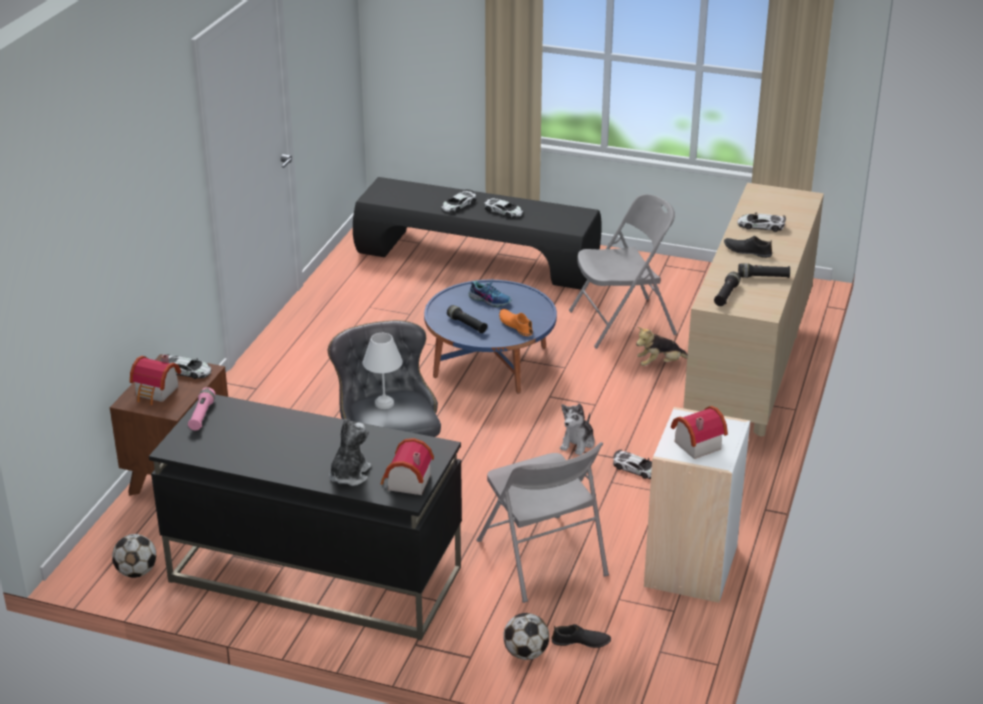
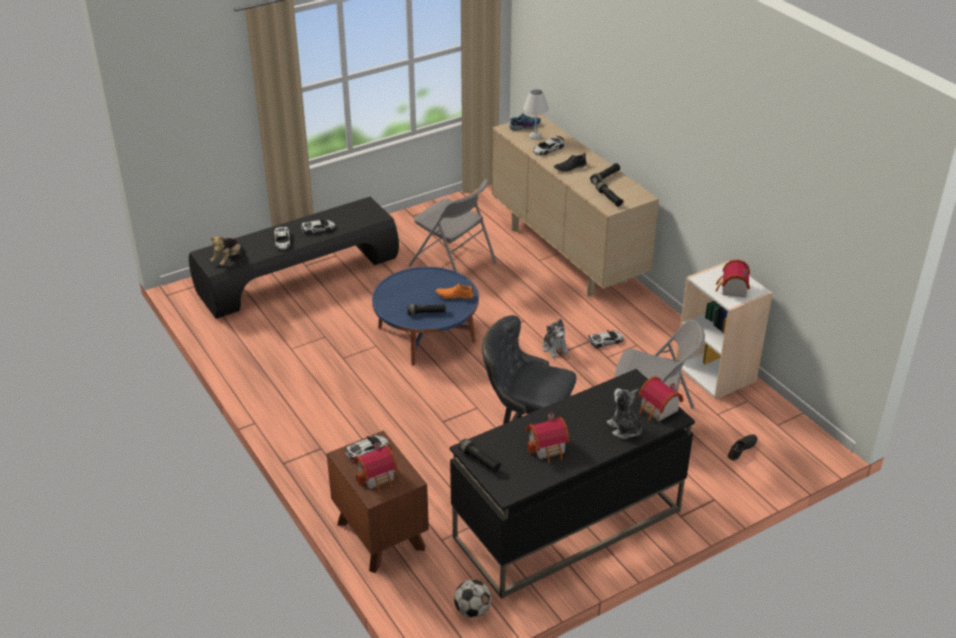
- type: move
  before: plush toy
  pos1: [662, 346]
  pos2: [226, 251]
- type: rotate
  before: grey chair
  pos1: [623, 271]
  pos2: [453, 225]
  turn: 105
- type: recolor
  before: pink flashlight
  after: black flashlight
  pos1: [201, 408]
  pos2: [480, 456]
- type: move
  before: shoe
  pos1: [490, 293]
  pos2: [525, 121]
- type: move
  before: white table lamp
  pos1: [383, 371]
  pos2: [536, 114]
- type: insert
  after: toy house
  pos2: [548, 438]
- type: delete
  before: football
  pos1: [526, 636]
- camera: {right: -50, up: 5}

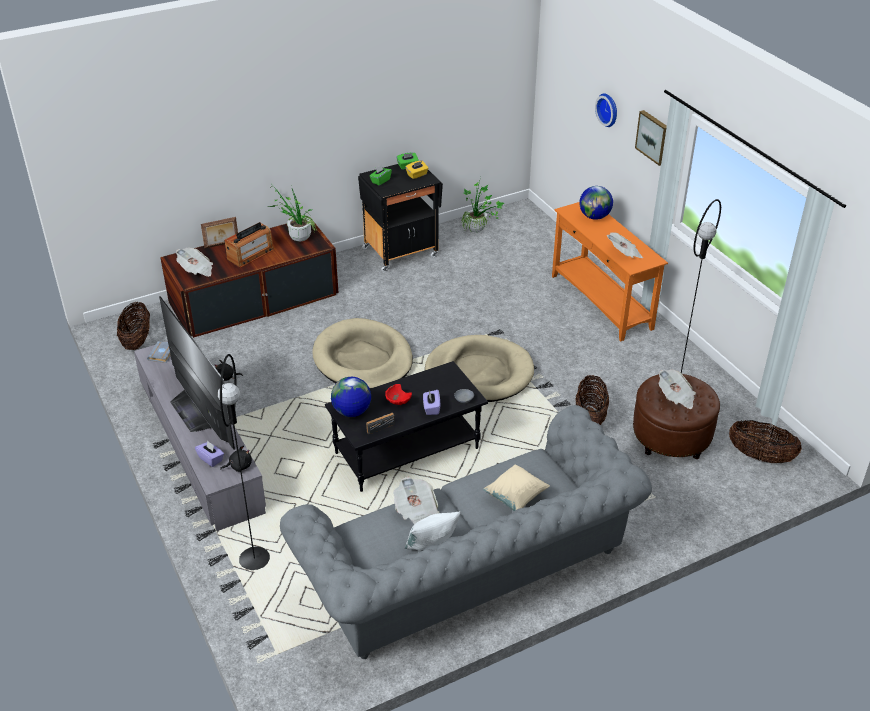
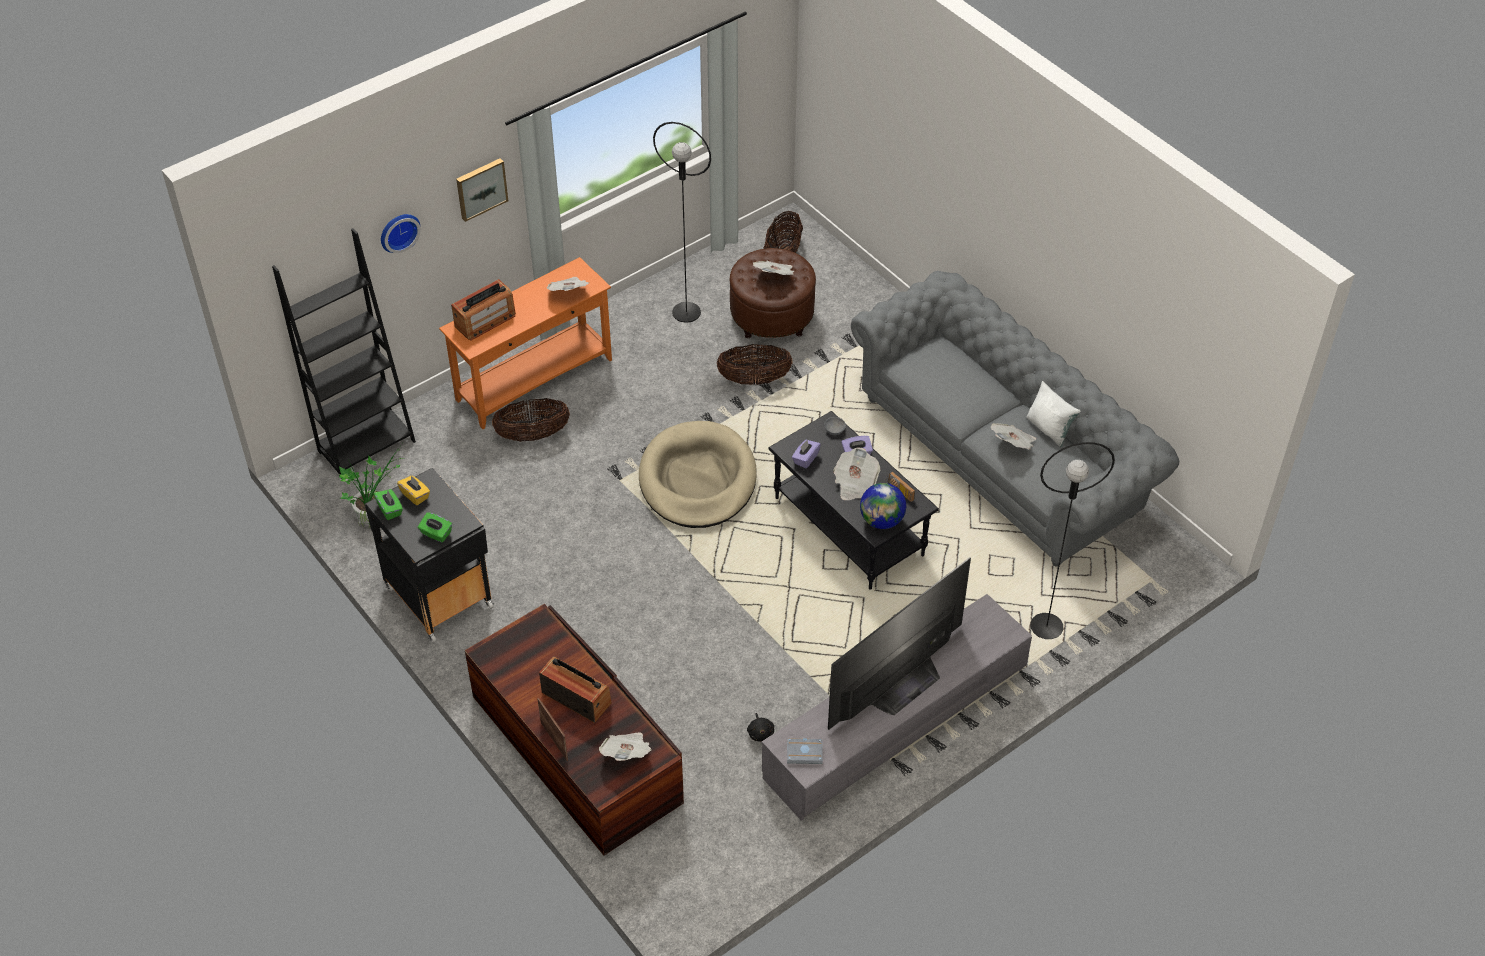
- type: insert
  after: black bookcase
  pos2: [344, 352]
- type: replace
  before: globe
  after: radio
  pos1: [596, 203]
  pos2: [483, 309]
- type: move
  before: basket
  pos1: [133, 326]
  pos2: [531, 420]
- type: move
  before: purple tissue box
  pos1: [209, 453]
  pos2: [806, 454]
- type: replace
  before: red bowl
  after: newspaper
  pos1: [398, 394]
  pos2: [856, 473]
- type: delete
  before: black plush toy
  pos1: [236, 458]
- type: delete
  before: potted plant
  pos1: [293, 212]
- type: delete
  before: beige dog bed
  pos1: [362, 353]
- type: delete
  before: beige pillow
  pos1: [516, 488]
- camera: {right: -100, up: 10}

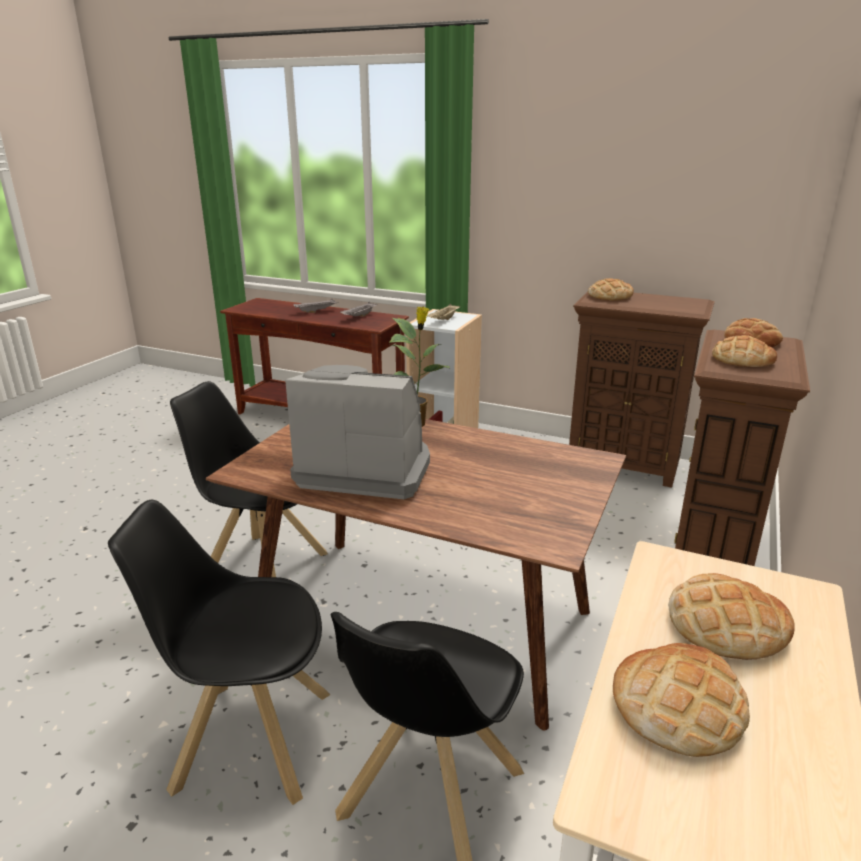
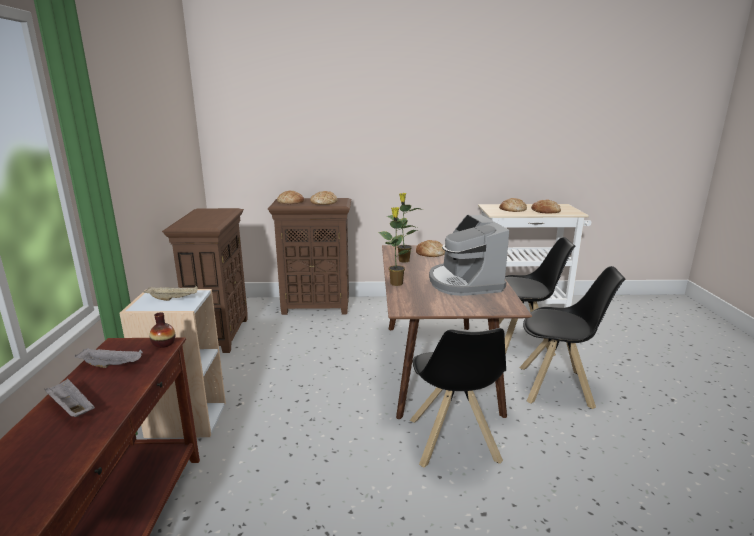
- type: insert
  after: vase
  pos2: [162, 330]
- type: insert
  after: potted plant
  pos2: [404, 227]
- type: move
  before: bread
  pos1: [611, 289]
  pos2: [430, 248]
- type: rotate
  before: black chair
  pos1: [219, 652]
  pos2: [572, 337]
  turn: -60
- camera: {right: -115, up: -5}

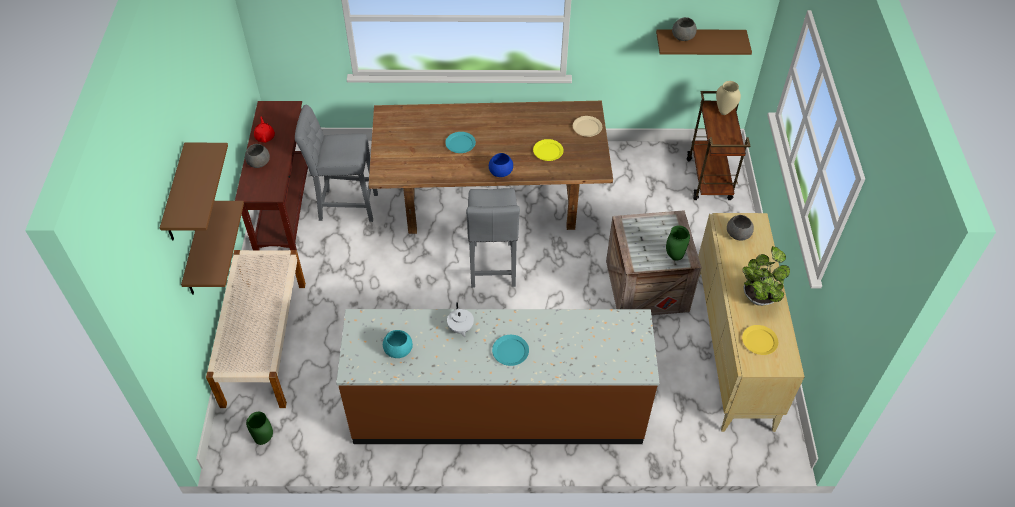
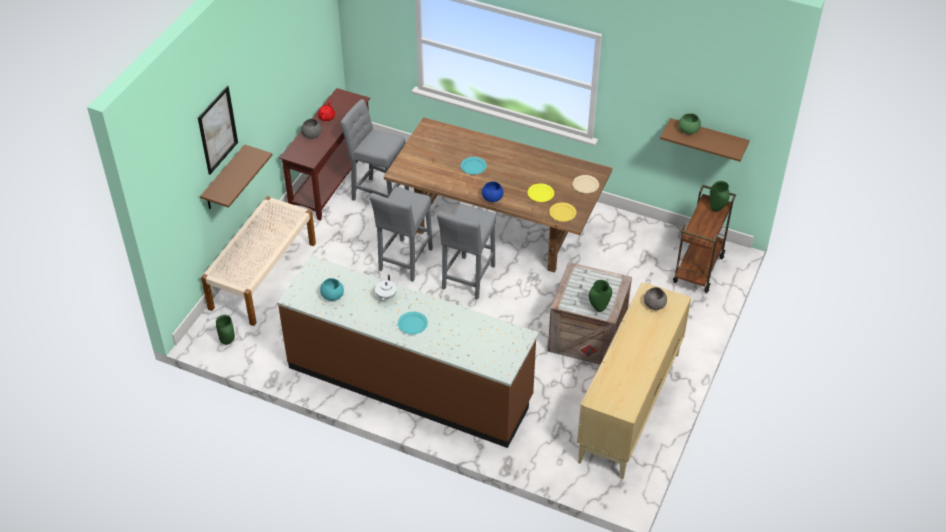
- type: replace
  before: brown shelf
  after: picture
  pos1: [194, 192]
  pos2: [218, 130]
- type: insert
  after: grey stool
  pos2: [401, 234]
- type: move
  before: yellow plate
  pos1: [760, 340]
  pos2: [563, 212]
- type: recolor
  before: grey bowl
  after: green bowl
  pos1: [684, 29]
  pos2: [690, 123]
- type: recolor
  before: beige vase
  after: green vase
  pos1: [728, 98]
  pos2: [720, 196]
- type: delete
  before: potted plant
  pos1: [766, 276]
- camera: {right: 25, up: -5}

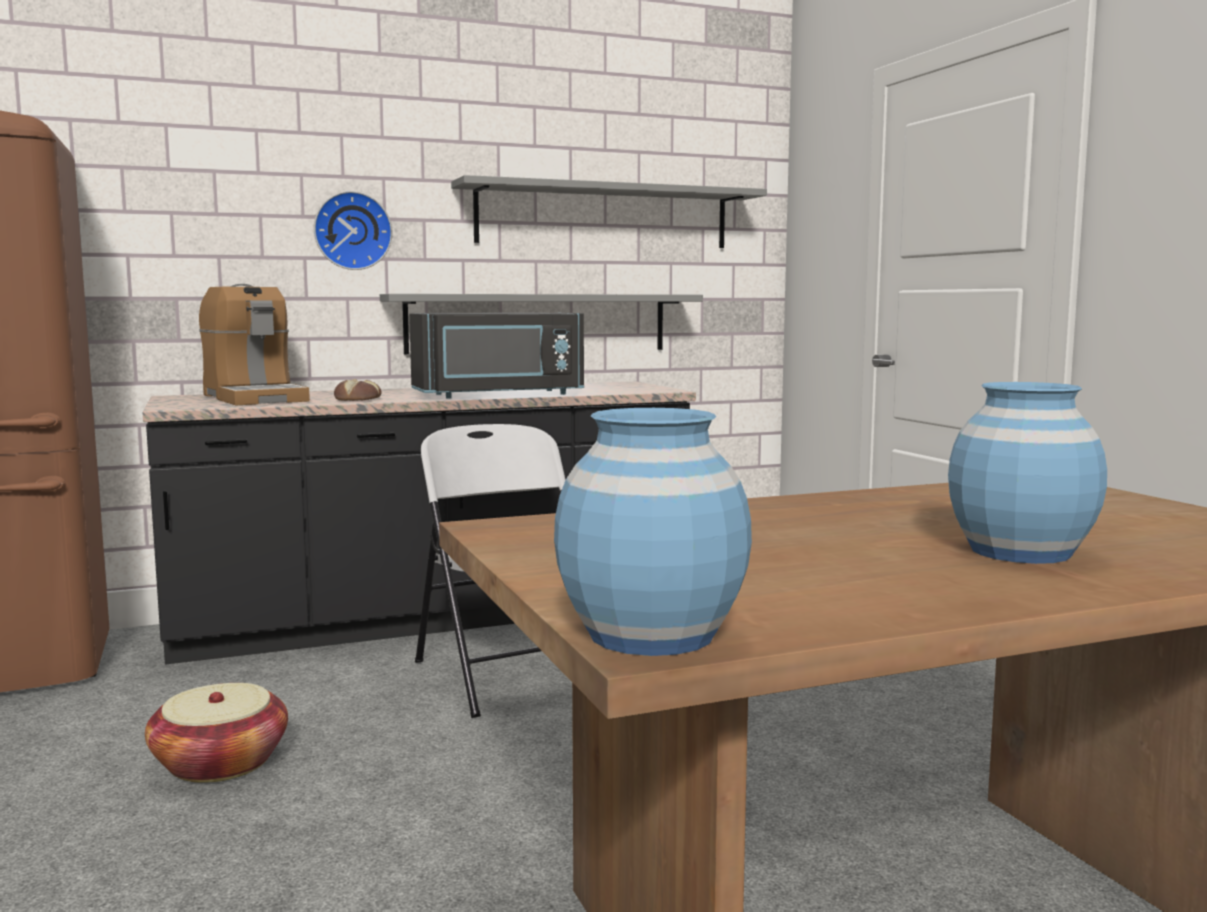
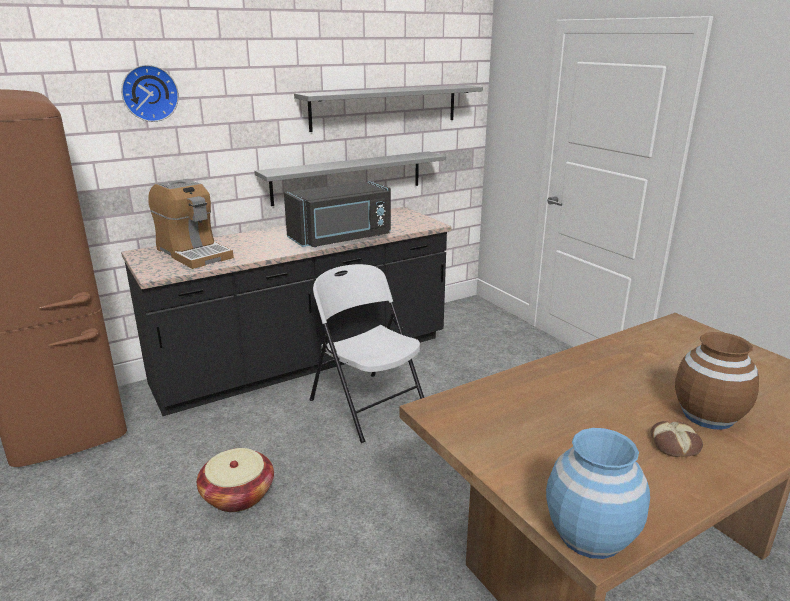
- type: move
  before: wall clock
  pos1: [353, 230]
  pos2: [150, 93]
- type: move
  before: bread
  pos1: [358, 390]
  pos2: [677, 439]
- type: recolor
  before: blue vase
  after: brown vase
  pos1: [1027, 473]
  pos2: [717, 381]
- camera: {right: -10, up: 15}

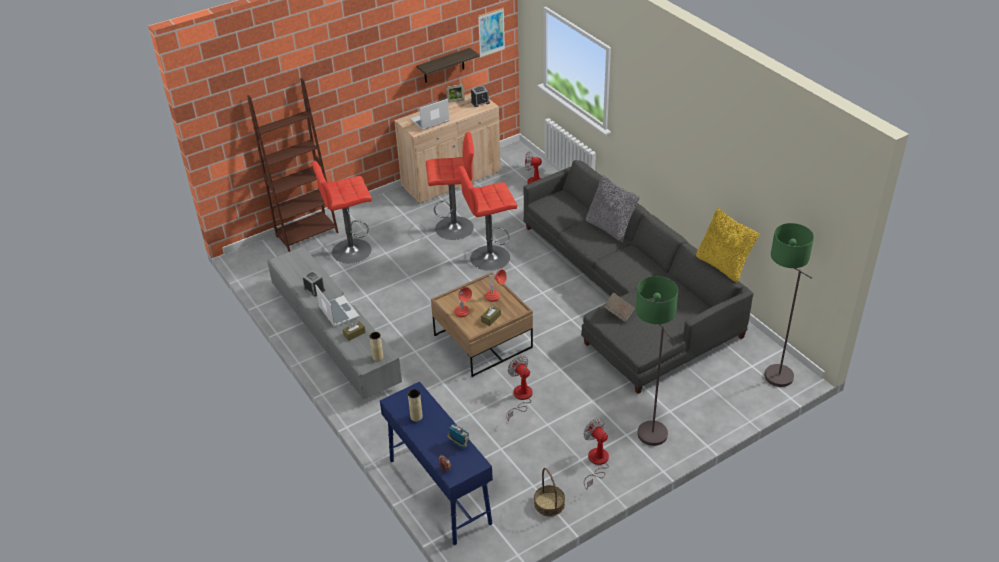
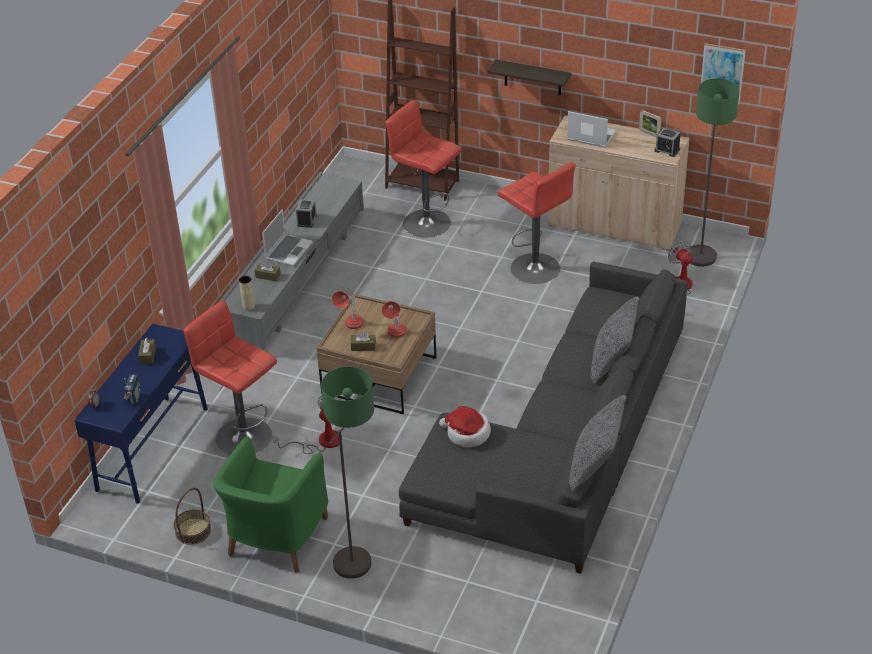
- type: replace
  before: beige vase
  after: brown tissue box
  pos1: [415, 405]
  pos2: [147, 351]
- type: move
  before: red stool
  pos1: [487, 218]
  pos2: [230, 378]
- type: replace
  before: fan
  after: green armchair
  pos1: [596, 454]
  pos2: [270, 504]
- type: replace
  before: brown book
  after: hat
  pos1: [619, 307]
  pos2: [465, 426]
- type: move
  before: shelf
  pos1: [448, 65]
  pos2: [529, 77]
- type: recolor
  before: yellow pillow
  after: grey pillow
  pos1: [728, 245]
  pos2: [597, 443]
- type: move
  before: green floor lamp
  pos1: [789, 305]
  pos2: [713, 172]
- camera: {right: 55, up: 0}

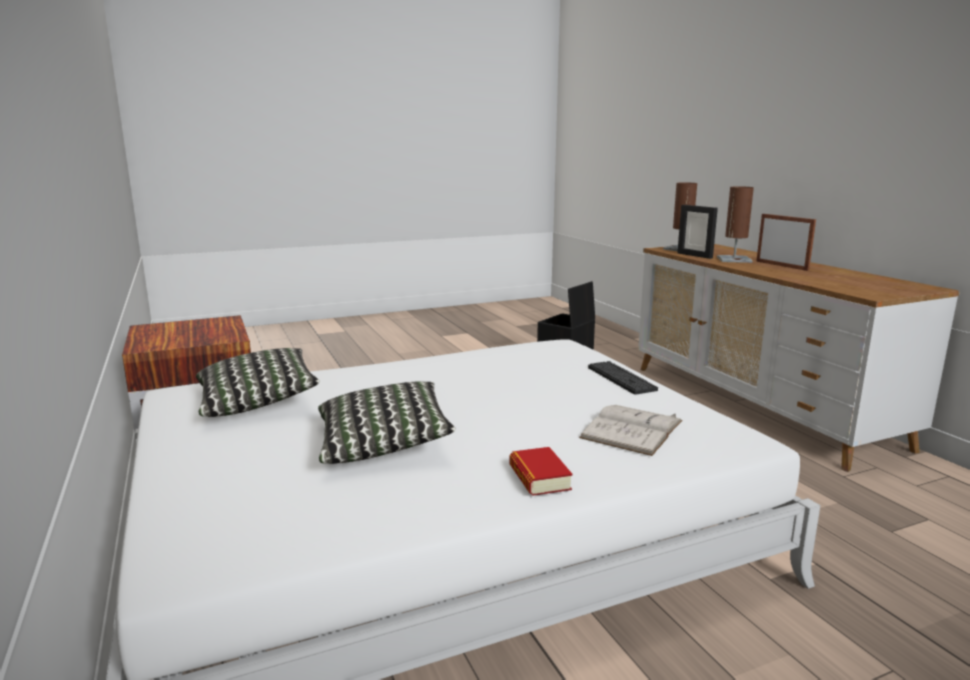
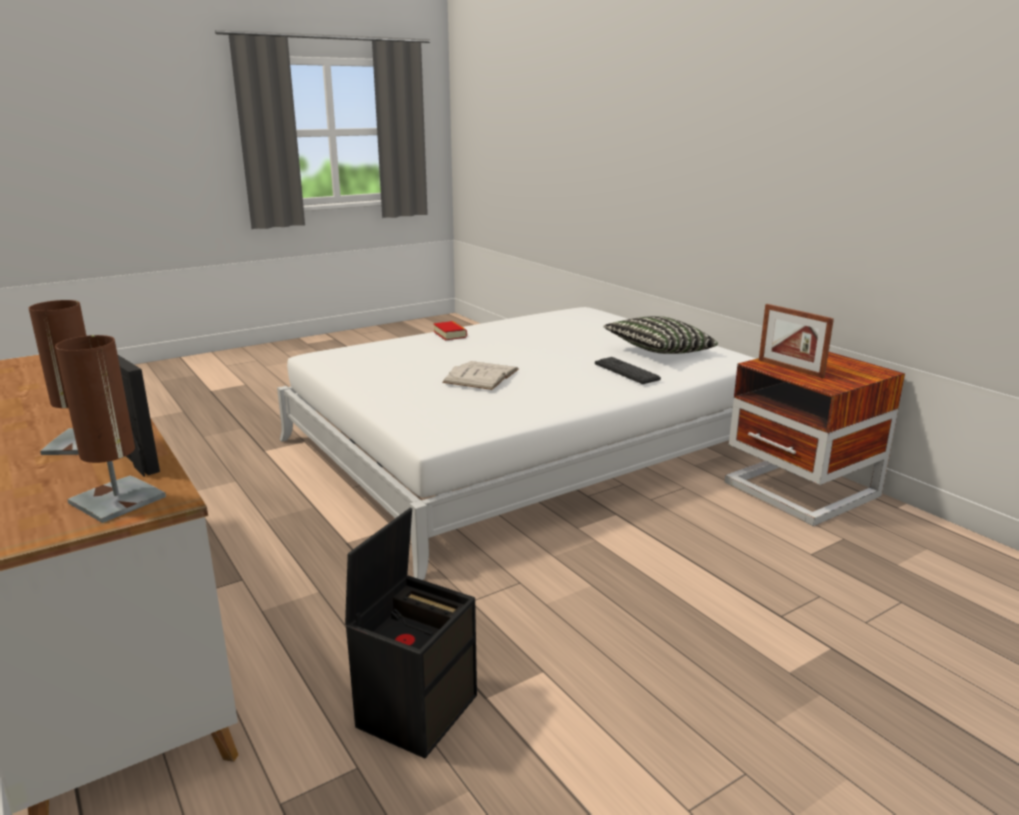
- type: move
  before: white book
  pos1: [631, 430]
  pos2: [480, 375]
- type: move
  before: keyboard
  pos1: [623, 378]
  pos2: [628, 370]
- type: move
  before: picture frame
  pos1: [786, 242]
  pos2: [796, 341]
- type: delete
  before: pillow
  pos1: [387, 422]
- camera: {right: 170, up: 5}

